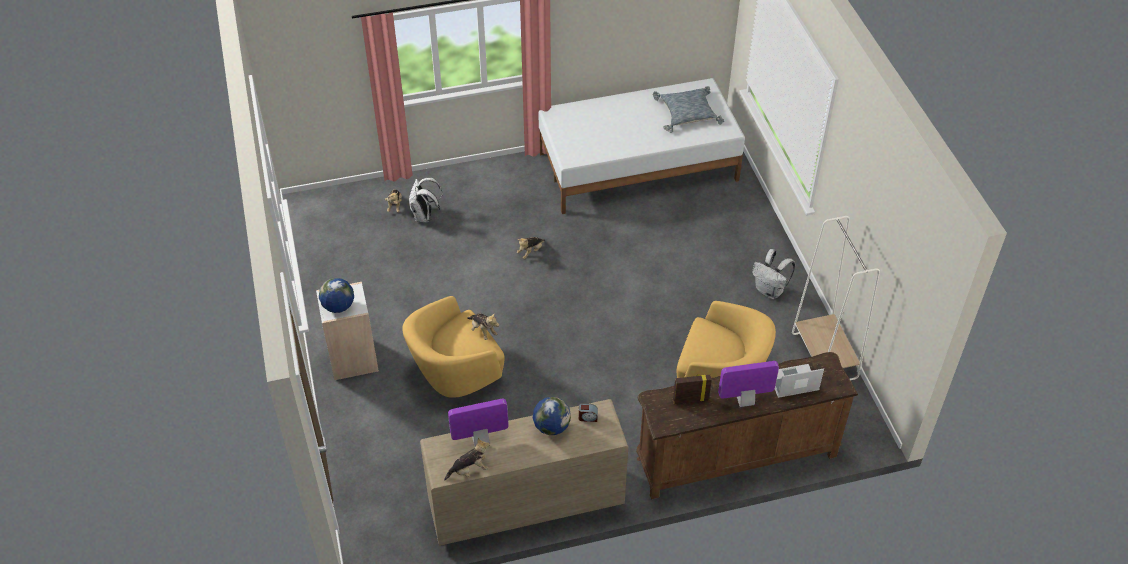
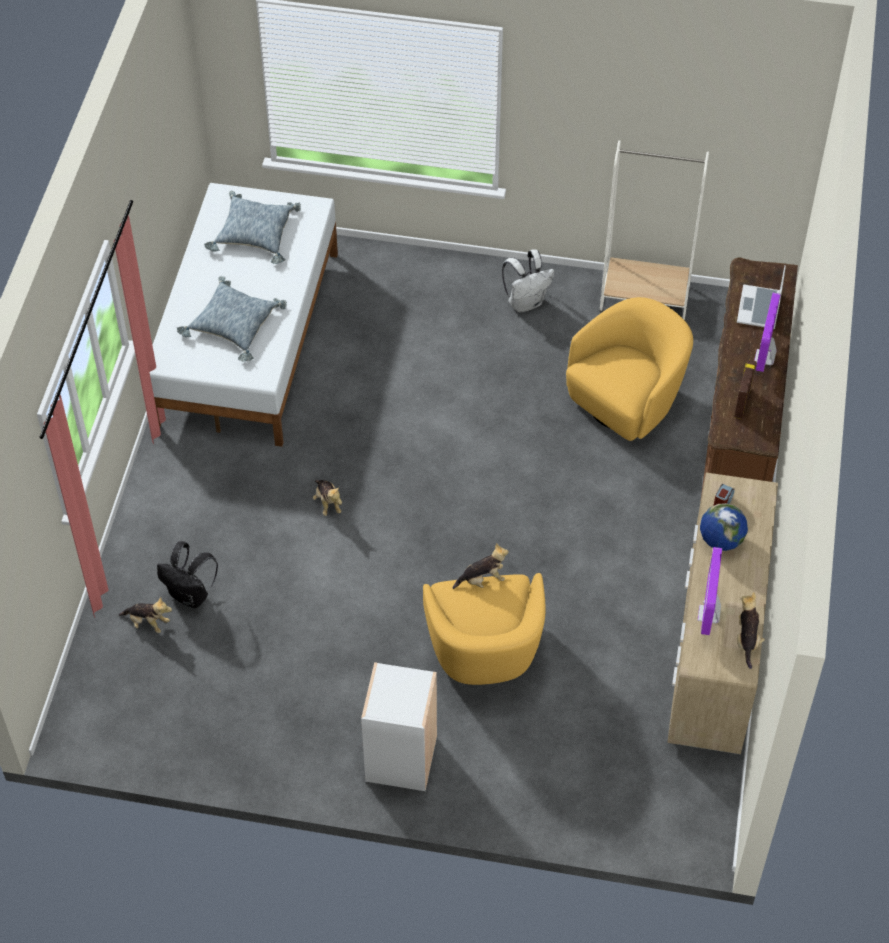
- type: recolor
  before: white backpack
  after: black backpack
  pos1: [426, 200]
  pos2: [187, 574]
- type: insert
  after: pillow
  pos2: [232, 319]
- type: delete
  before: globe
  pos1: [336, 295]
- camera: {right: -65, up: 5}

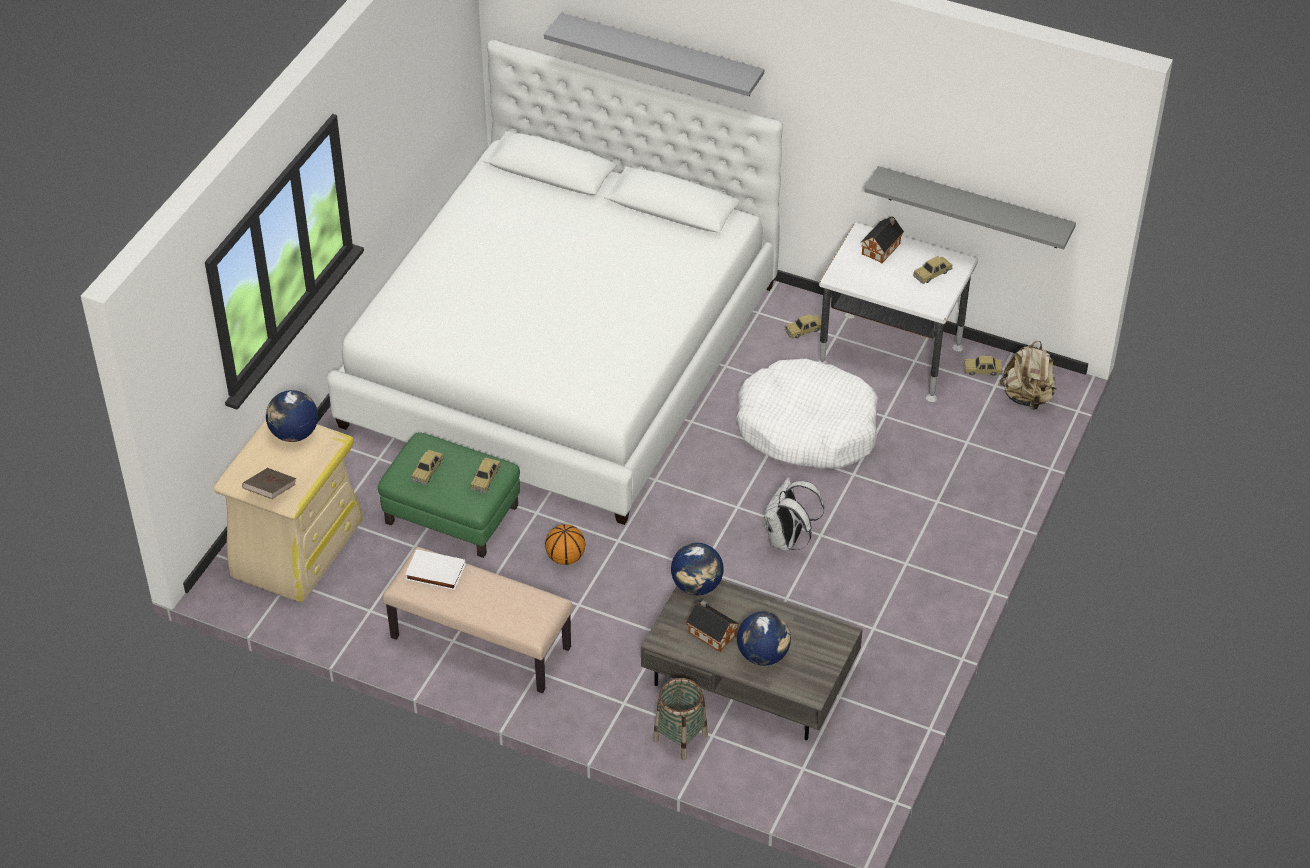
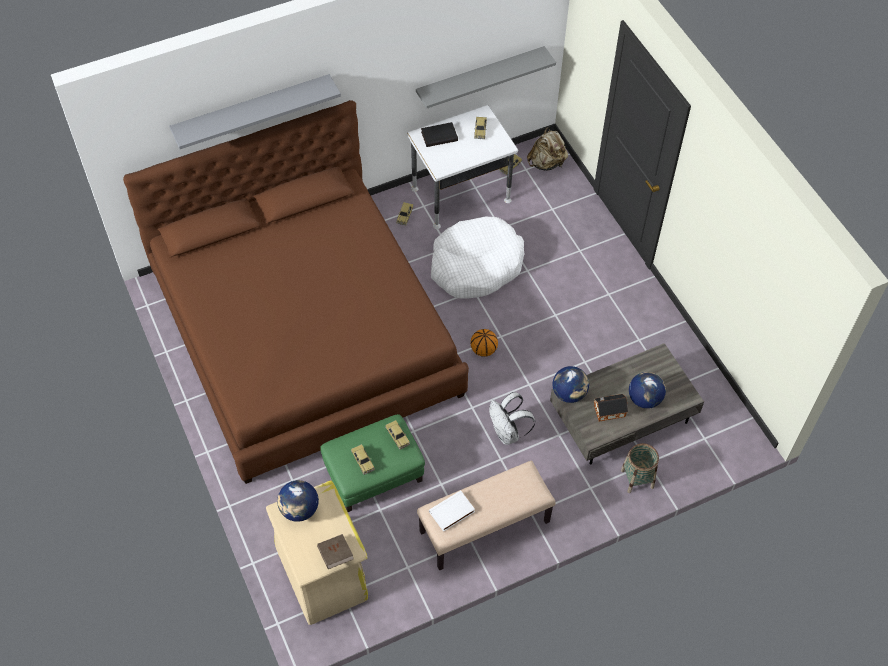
- type: recolor
  before: white bed
  after: brown bed
  pos1: [555, 282]
  pos2: [296, 292]
- type: replace
  before: toy house
  after: black book
  pos1: [882, 240]
  pos2: [439, 134]
- type: move
  before: basketball
  pos1: [565, 544]
  pos2: [484, 343]
- type: move
  before: white backpack
  pos1: [794, 514]
  pos2: [512, 418]
- camera: {right: -50, up: 10}

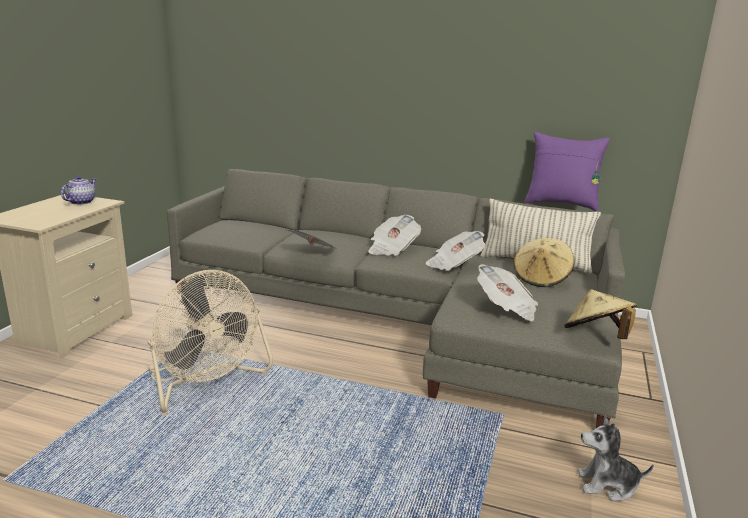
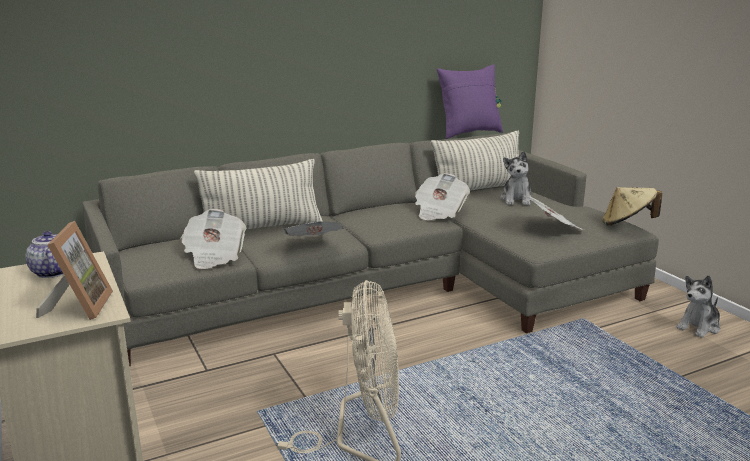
- type: insert
  after: picture frame
  pos2: [74, 270]
- type: move
  before: newspaper
  pos1: [394, 235]
  pos2: [213, 239]
- type: insert
  after: pillow
  pos2: [258, 194]
- type: replace
  before: beige hat
  after: plush toy
  pos1: [544, 262]
  pos2: [516, 178]
- camera: {right: -45, up: 0}

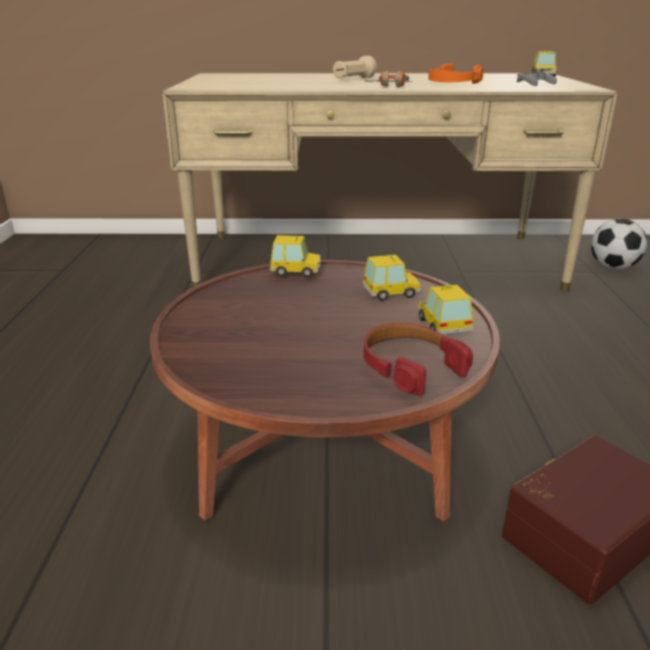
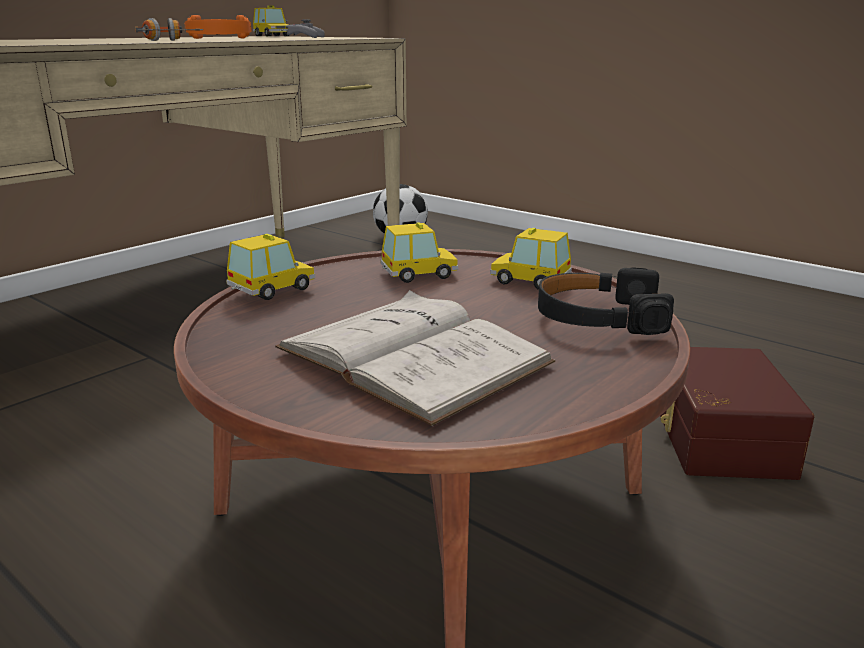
- type: insert
  after: white book
  pos2: [415, 358]
- type: rotate
  before: toy car
  pos1: [391, 278]
  pos2: [419, 252]
  turn: 45
- type: recolor
  before: red headphones
  after: black headphones
  pos1: [418, 359]
  pos2: [606, 301]
- type: delete
  before: beige flashlight
  pos1: [355, 67]
- camera: {right: -50, up: -5}

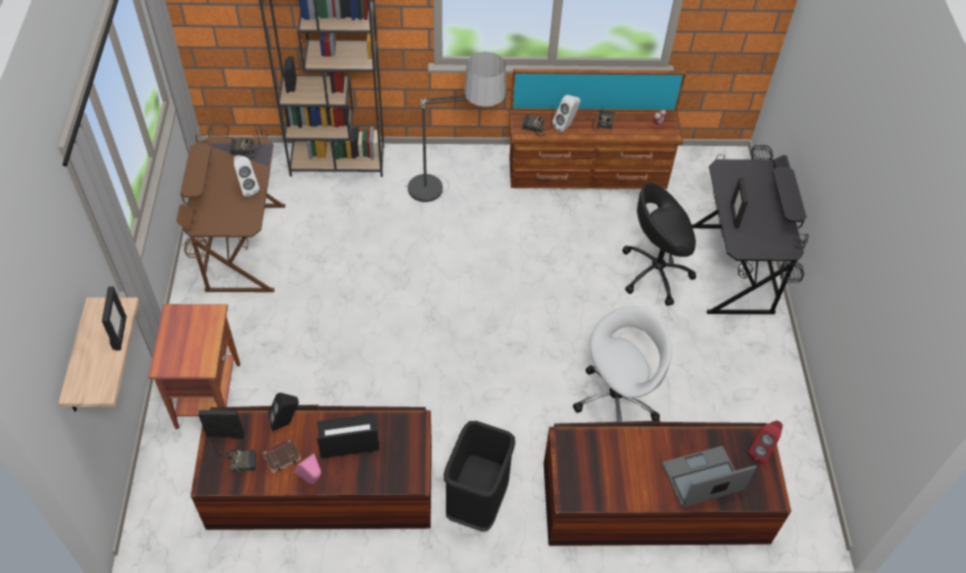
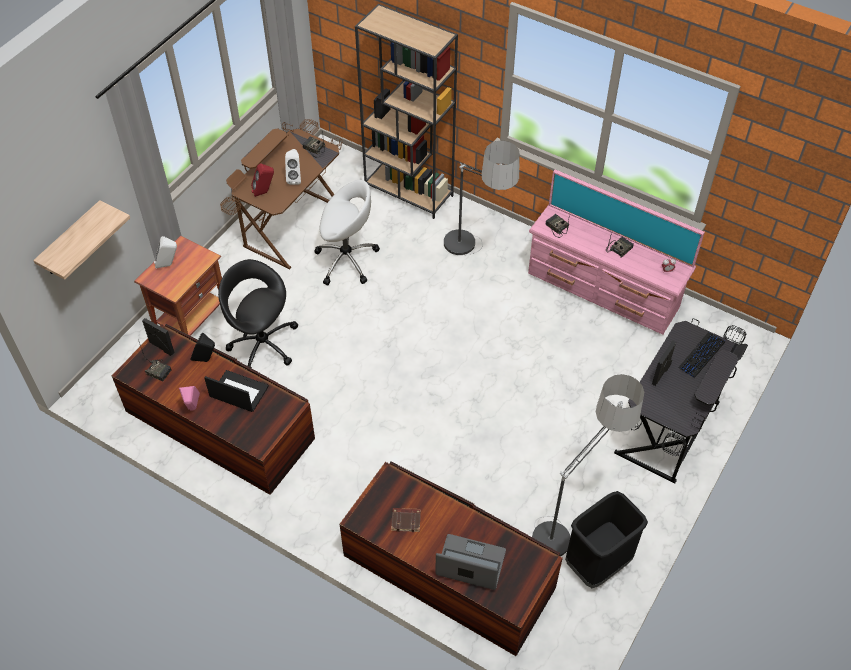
- type: move
  before: white speaker
  pos1: [566, 114]
  pos2: [165, 252]
- type: move
  before: black office chair
  pos1: [659, 244]
  pos2: [258, 313]
- type: move
  before: red speaker
  pos1: [765, 442]
  pos2: [262, 180]
- type: move
  before: white office chair
  pos1: [622, 364]
  pos2: [347, 232]
- type: move
  before: brown book
  pos1: [282, 456]
  pos2: [406, 520]
- type: recolor
  before: brown dresser
  after: pink dresser
  pos1: [597, 129]
  pos2: [616, 252]
- type: insert
  after: floor lamp
  pos2: [588, 465]
- type: move
  before: black trash can
  pos1: [479, 476]
  pos2: [606, 539]
- type: insert
  after: keyboard
  pos2: [701, 355]
- type: delete
  before: picture frame
  pos1: [114, 318]
- camera: {right: 35, up: 0}

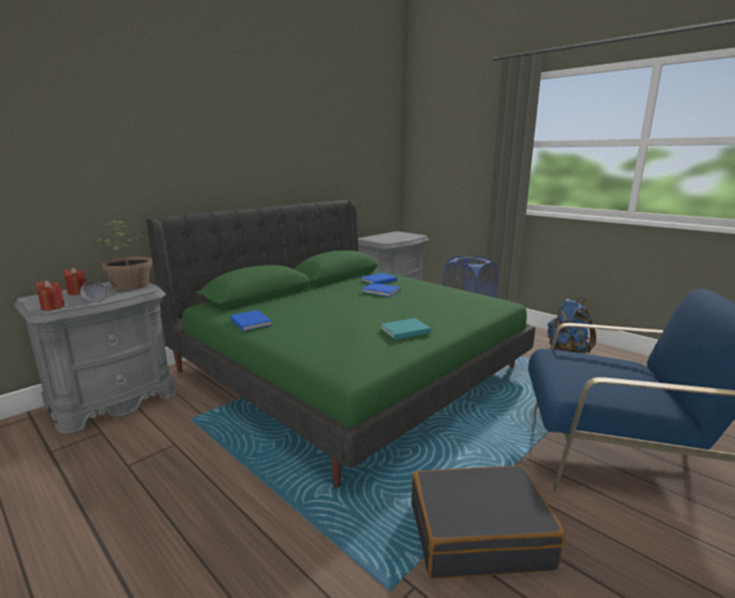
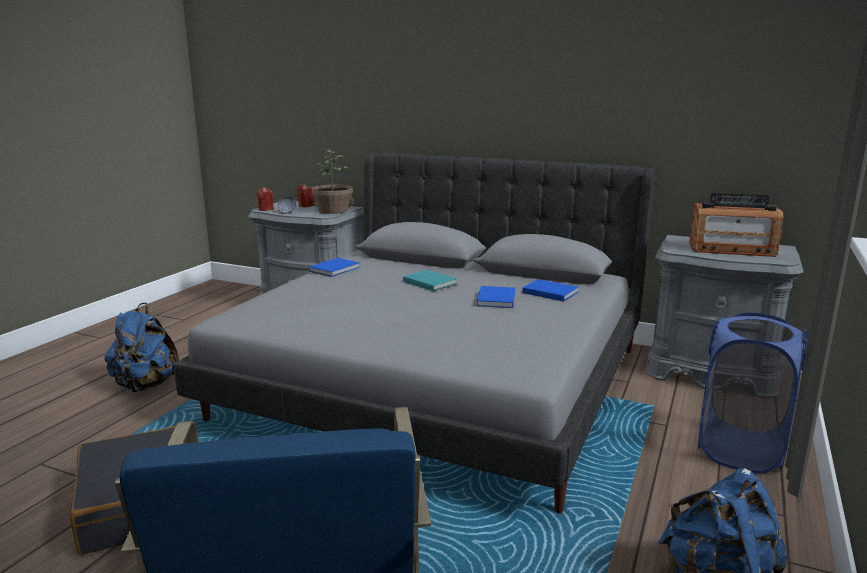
- type: insert
  after: blue backpack
  pos2: [141, 347]
- type: recolor
  before: green bed
  after: grey bed
  pos1: [340, 343]
  pos2: [414, 333]
- type: move
  before: turquoise book
  pos1: [405, 329]
  pos2: [430, 280]
- type: insert
  after: radio
  pos2: [736, 225]
- camera: {right: 70, up: 0}

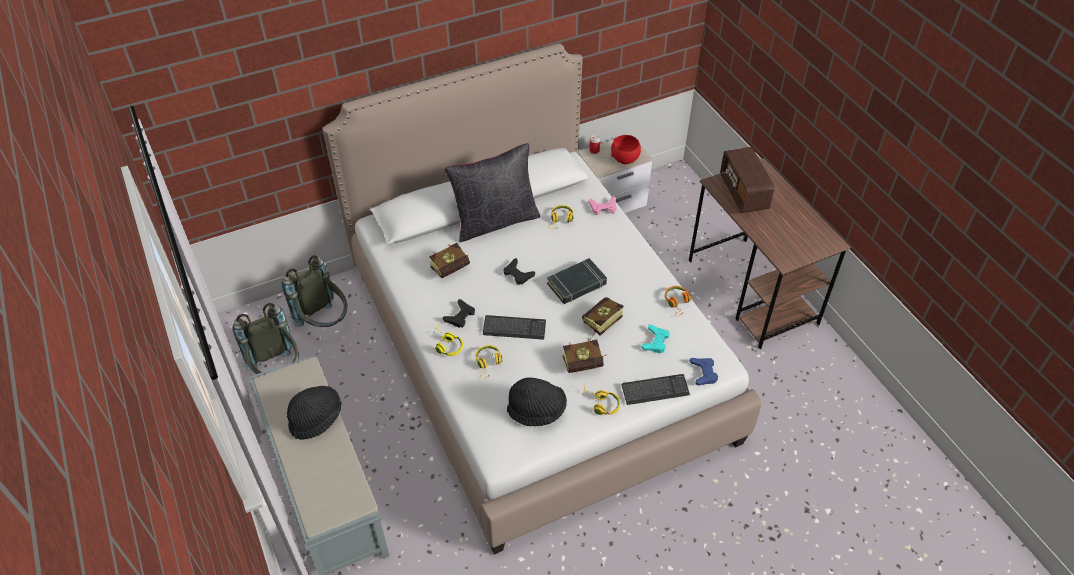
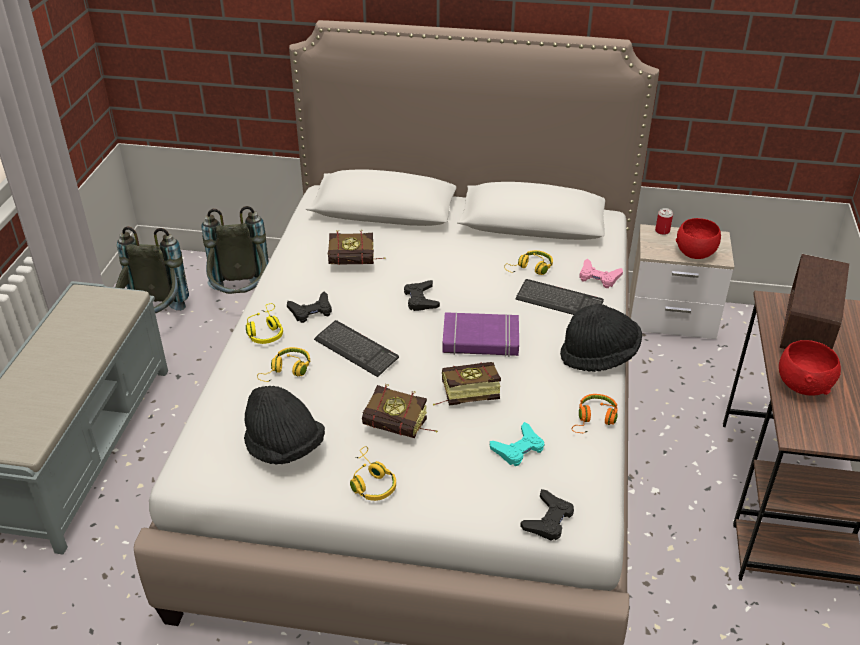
- type: recolor
  before: black book
  after: purple book
  pos1: [577, 281]
  pos2: [481, 334]
- type: move
  before: keyboard
  pos1: [656, 389]
  pos2: [559, 297]
- type: recolor
  before: blue game controller
  after: black game controller
  pos1: [704, 372]
  pos2: [547, 515]
- type: move
  before: black hat
  pos1: [314, 413]
  pos2: [601, 338]
- type: insert
  after: red bowl
  pos2: [810, 368]
- type: delete
  before: black pillow
  pos1: [492, 192]
- camera: {right: 35, up: -10}

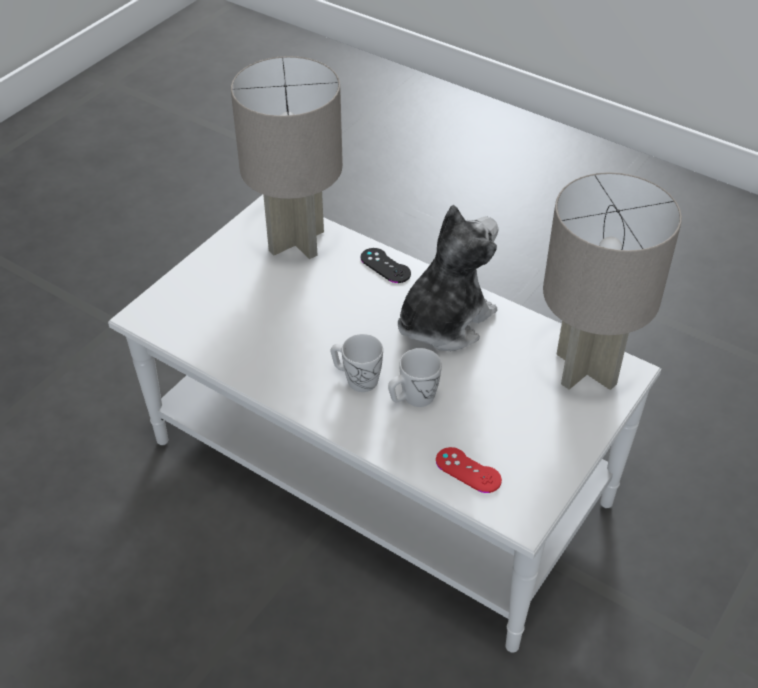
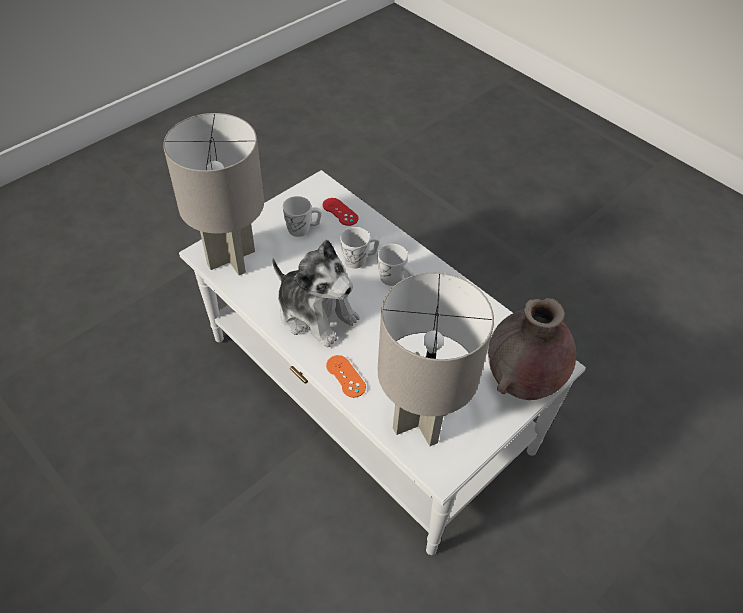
- type: rotate
  before: plush toy
  pos1: [448, 278]
  pos2: [316, 294]
  turn: -105
- type: insert
  after: white mug
  pos2: [302, 216]
- type: recolor
  before: black game controller
  after: orange game controller
  pos1: [386, 265]
  pos2: [346, 376]
- type: insert
  after: brown vase
  pos2: [532, 349]
- camera: {right: -170, up: 5}

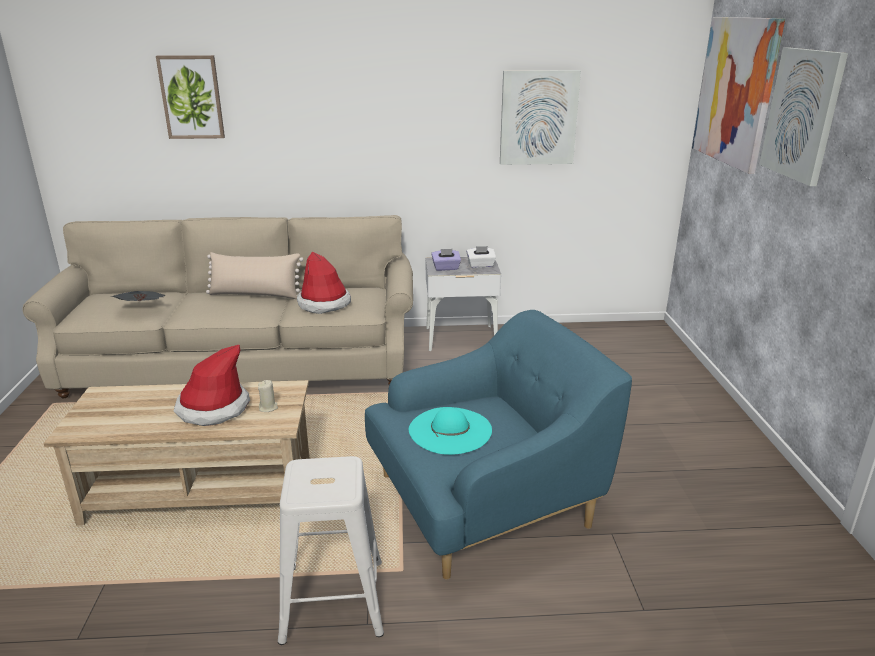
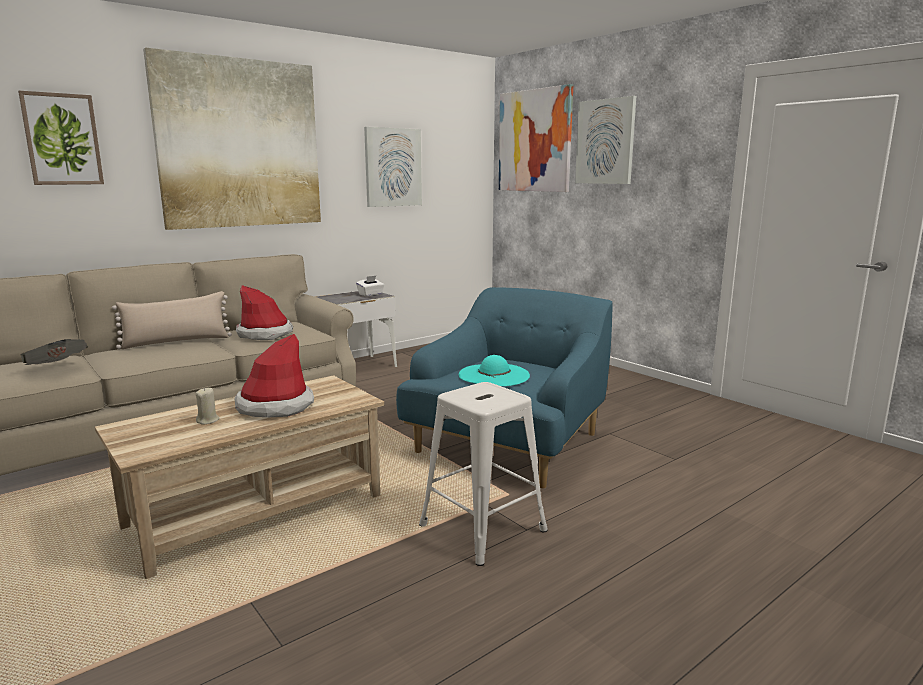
- type: insert
  after: picture
  pos2: [232, 139]
- type: move
  before: beige candle
  pos1: [268, 396]
  pos2: [208, 406]
- type: delete
  before: purple tissue box
  pos1: [446, 260]
- camera: {right: -35, up: -10}

